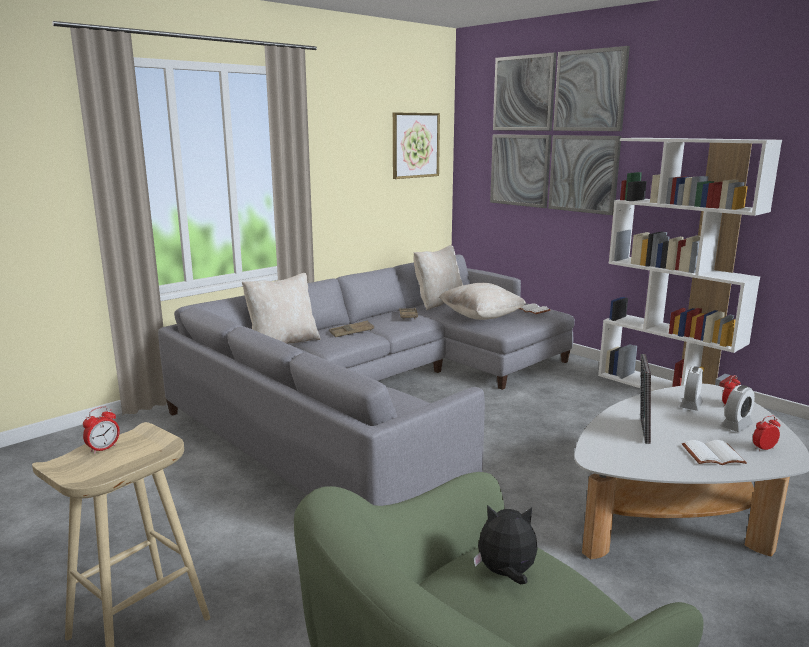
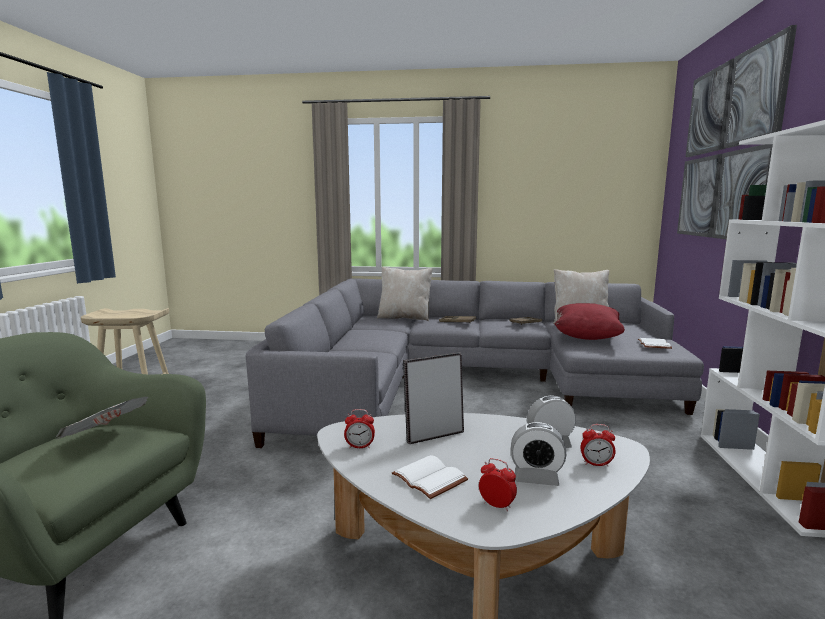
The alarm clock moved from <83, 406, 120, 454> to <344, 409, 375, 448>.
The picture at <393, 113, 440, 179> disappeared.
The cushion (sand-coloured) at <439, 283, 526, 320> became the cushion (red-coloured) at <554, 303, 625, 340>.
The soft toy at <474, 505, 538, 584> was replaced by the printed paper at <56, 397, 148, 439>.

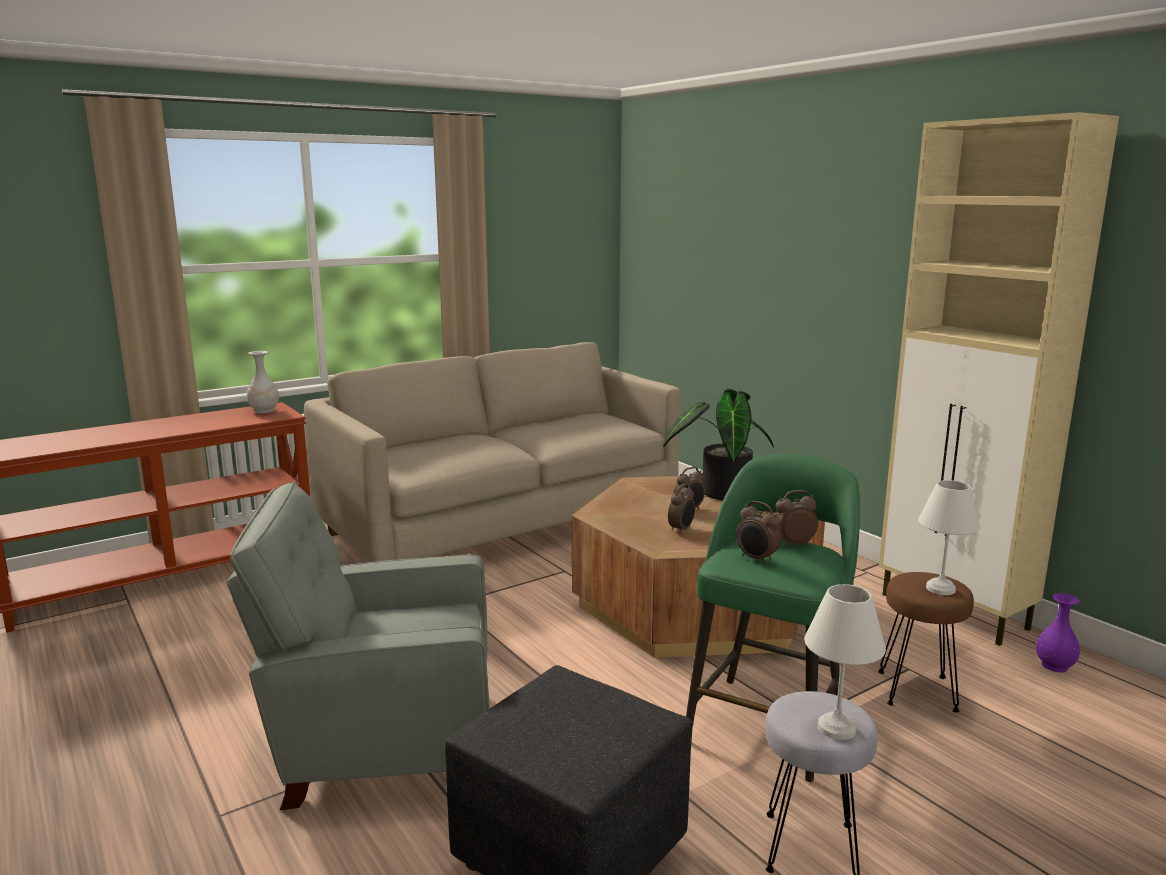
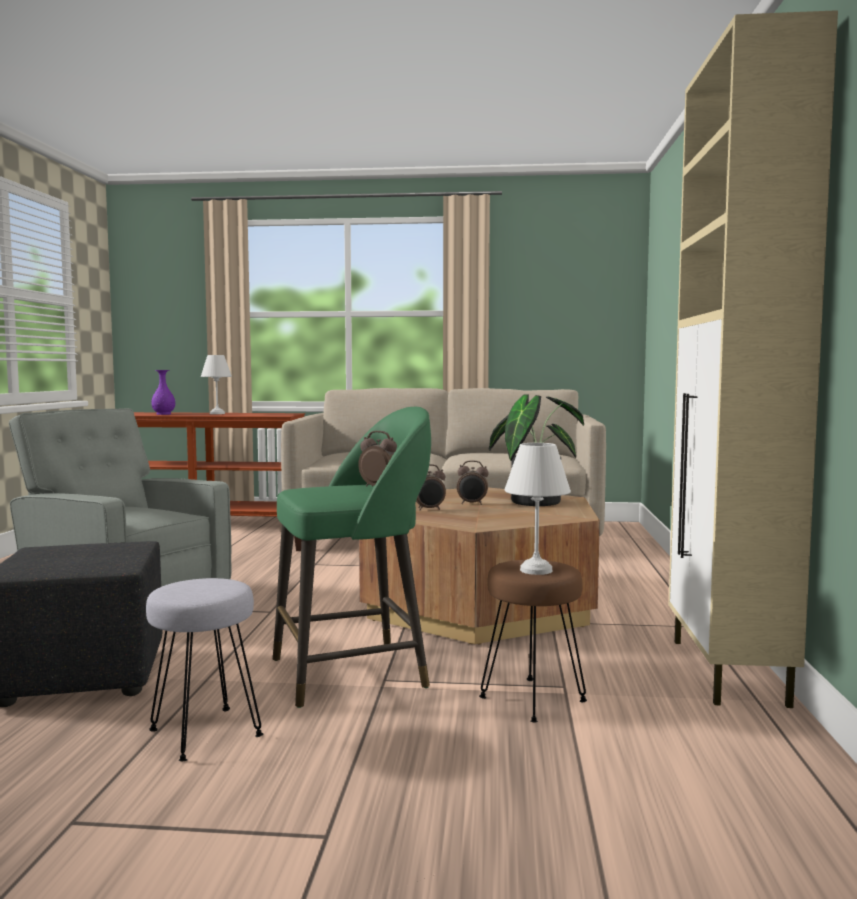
The flower vase (white) at <247, 351, 279, 413> disappeared.
The alarm clock at <736, 501, 781, 564> disappeared.
The table lamp (white) moved from <805, 584, 886, 740> to <201, 355, 232, 414>.
The flower vase (purple-coloured) moved from <1036, 593, 1080, 672> to <151, 370, 175, 415>.

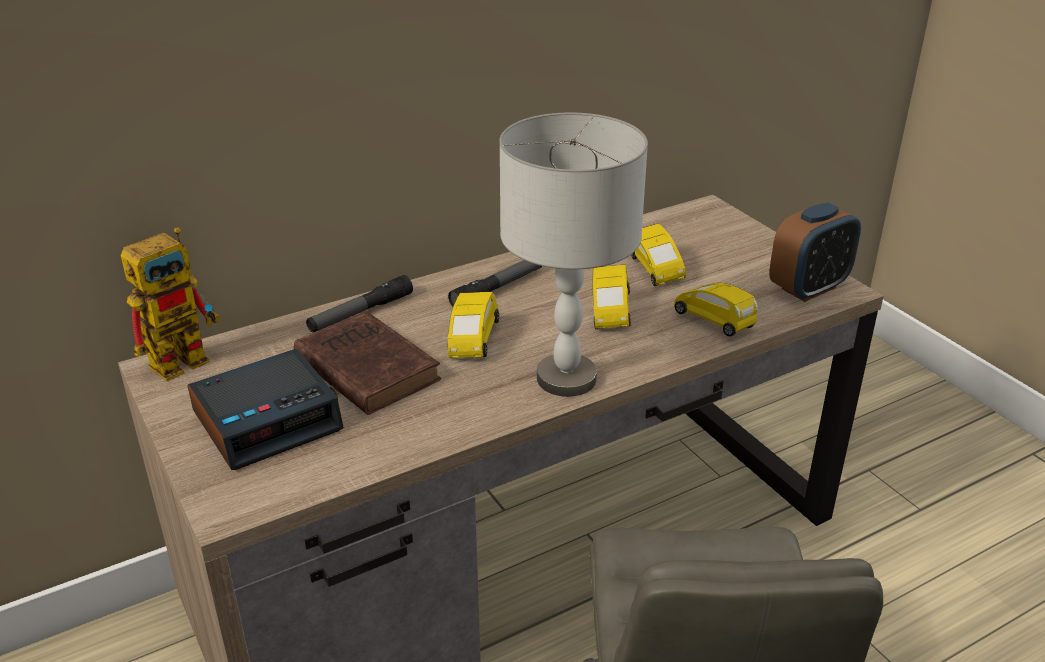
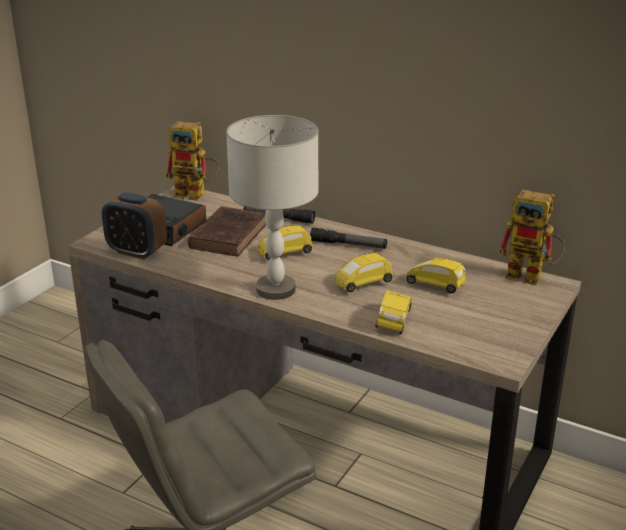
The model car (yellowish) at <631, 223, 686, 286> turned 75 degrees clockwise.
The alarm clock moved from <769, 203, 861, 302> to <102, 193, 167, 260>.
The robot figure at <497, 190, 565, 285> appeared.

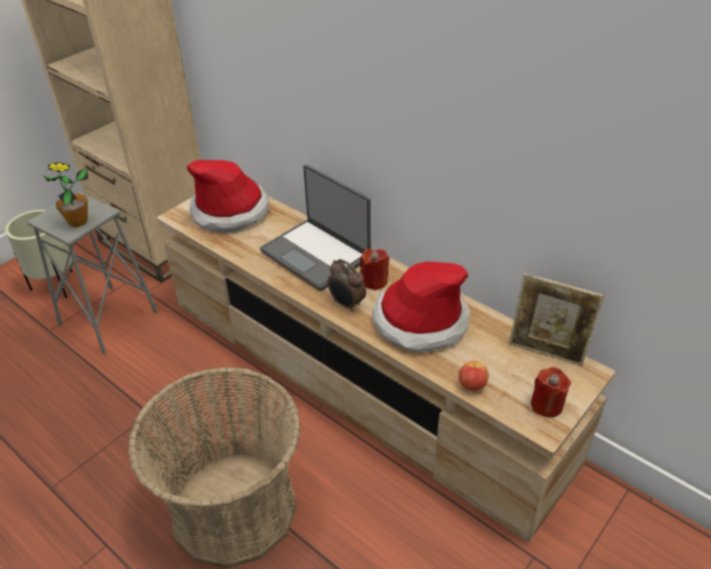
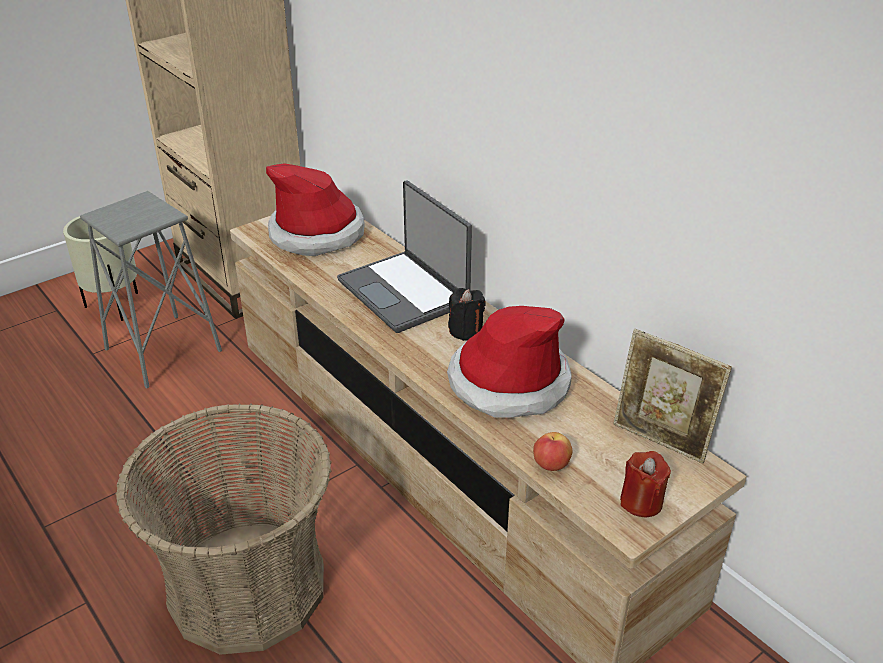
The potted plant at <42, 162, 88, 227> disappeared.
The alarm clock at <327, 259, 366, 312> disappeared.
The wax light (red-coloured) at <360, 249, 389, 290> became the wax light (blackish) at <448, 288, 486, 341>.

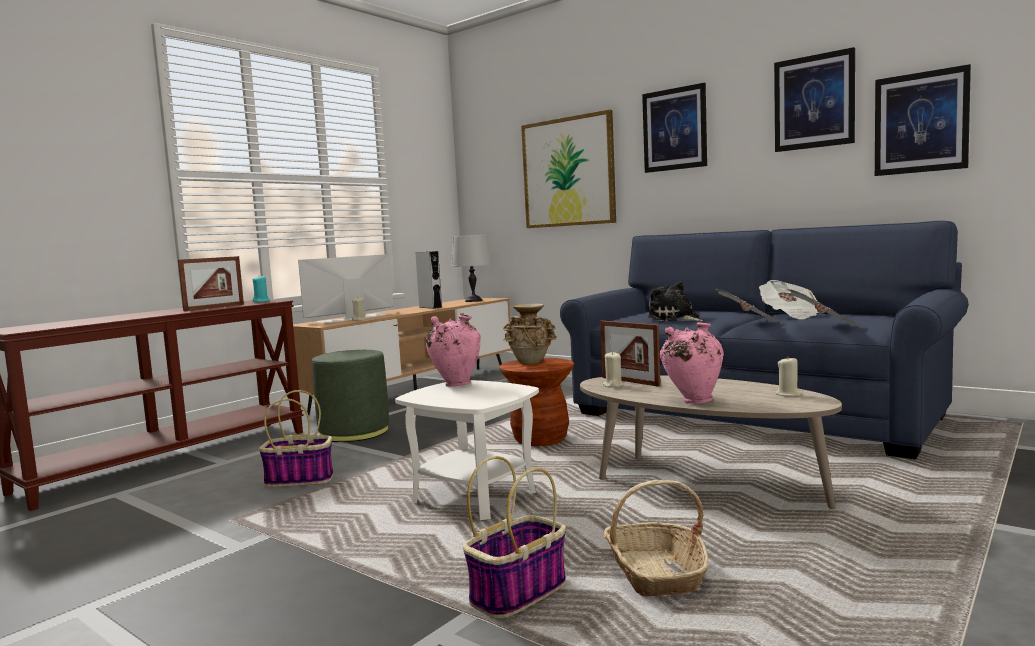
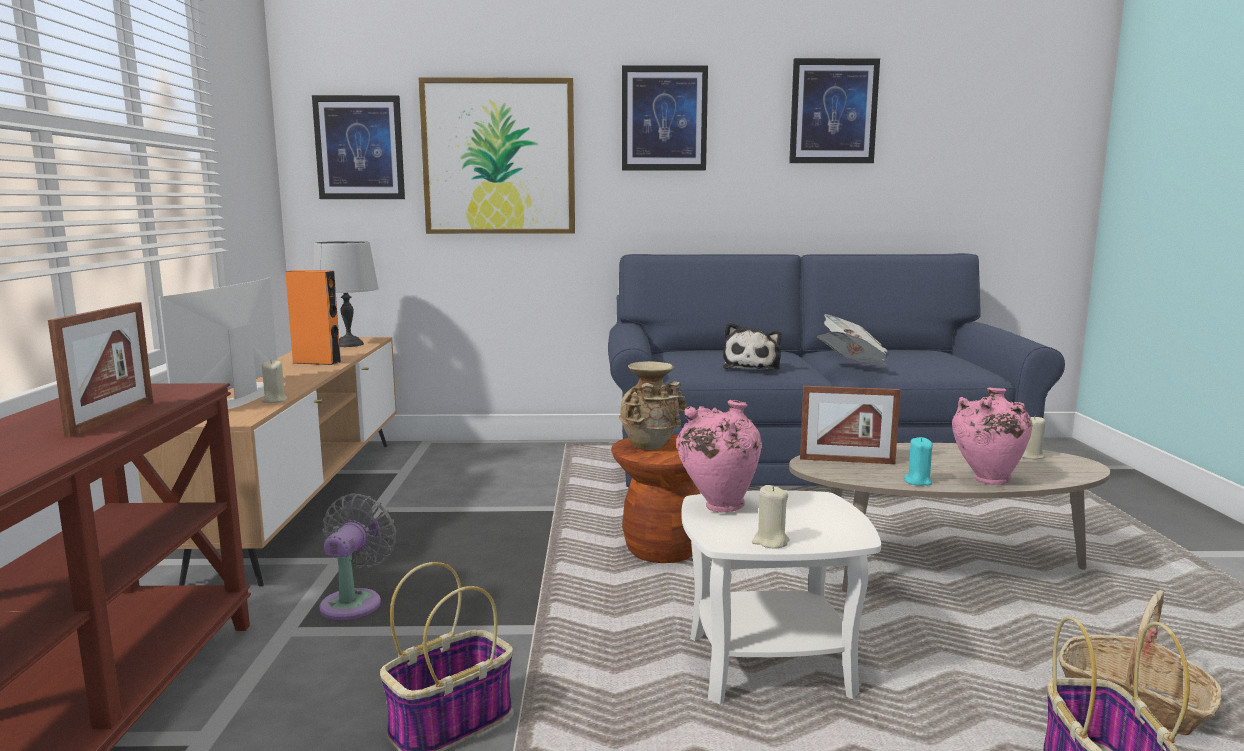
The wax light (turquoise-coloured) moved from <253, 276, 270, 302> to <904, 437, 933, 486>.
The pouffe (green-coloured) at <312, 350, 389, 442> was replaced by the fan (gray) at <319, 493, 397, 620>.
The audio speaker (gray) at <415, 251, 442, 309> became the audio speaker (orangey) at <285, 270, 341, 365>.
The wax light (sand-coloured) moved from <603, 351, 624, 387> to <752, 485, 789, 548>.
The soft toy at <647, 281, 704, 322> turned 90 degrees counterclockwise.
The printed paper at <787, 289, 864, 326> disappeared.
The picture moved from <875, 64, 971, 176> to <312, 95, 405, 199>.

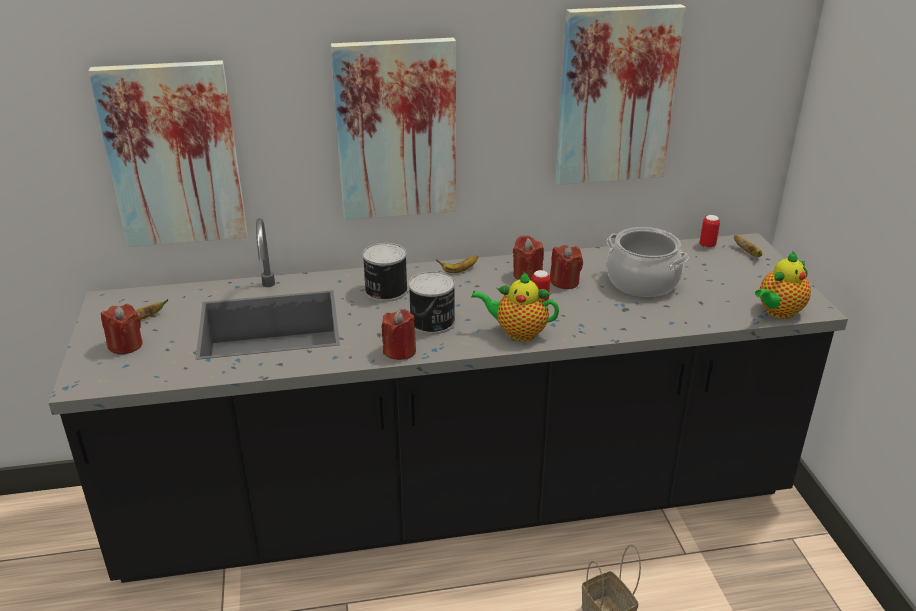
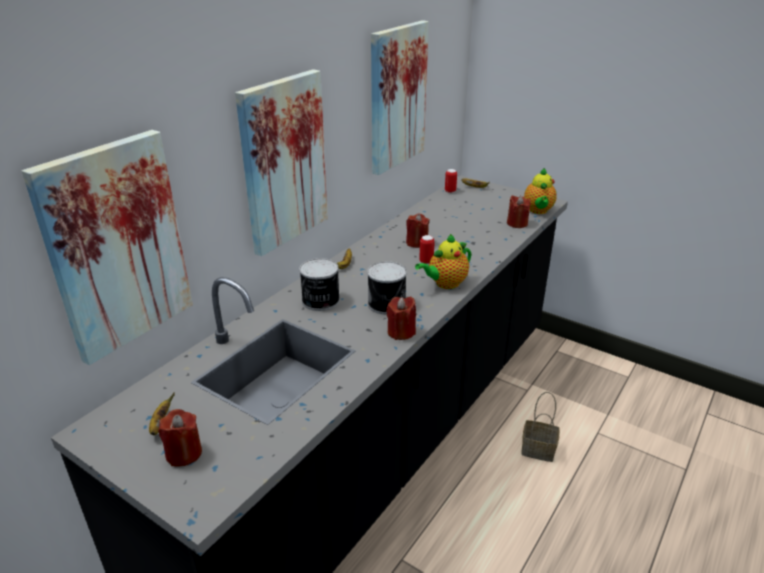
The wax light (red-coloured) moved from <513, 235, 544, 281> to <507, 195, 530, 228>.
The cooking pot at <607, 227, 689, 297> disappeared.

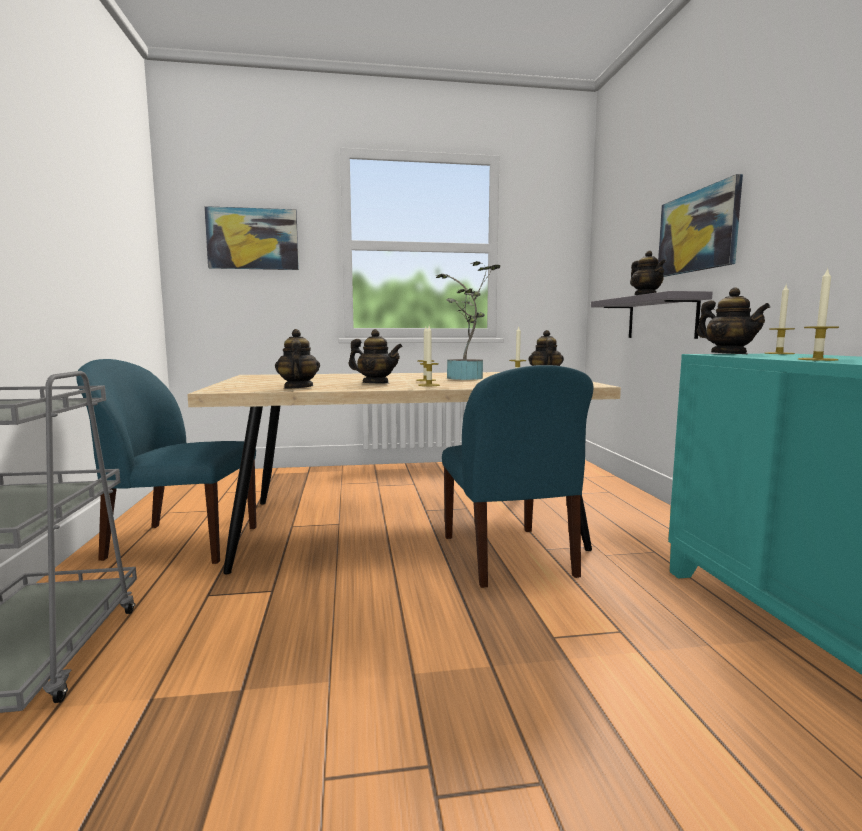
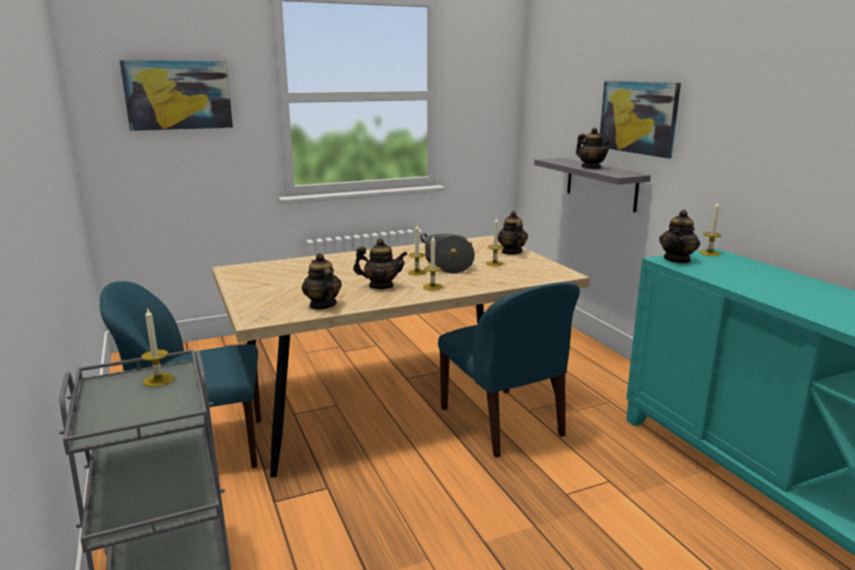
The potted plant at <435, 261, 500, 380> was replaced by the cooking pot at <420, 233, 475, 274>.
The teapot at <697, 287, 770, 354> turned 75 degrees clockwise.
The wax light moved from <798, 269, 839, 361> to <141, 307, 174, 387>.

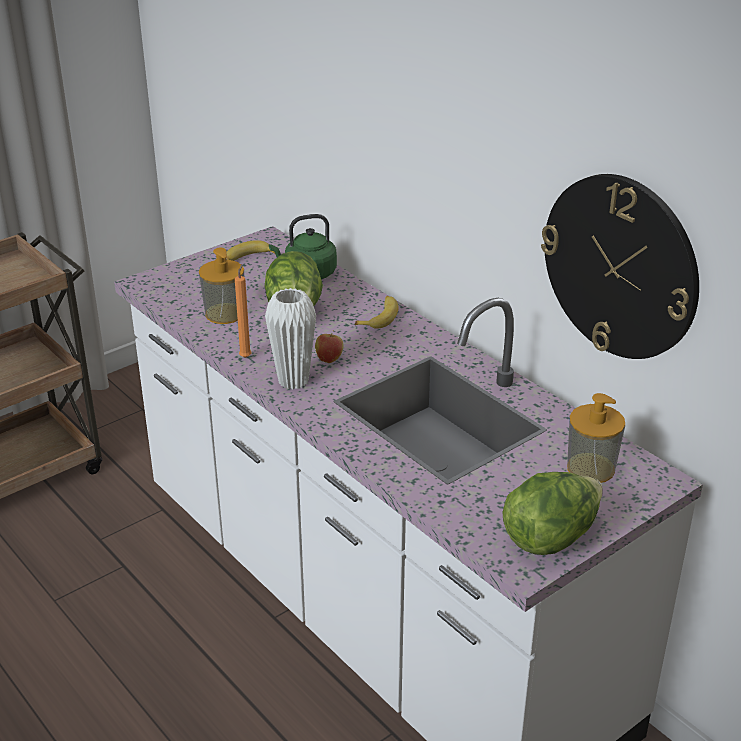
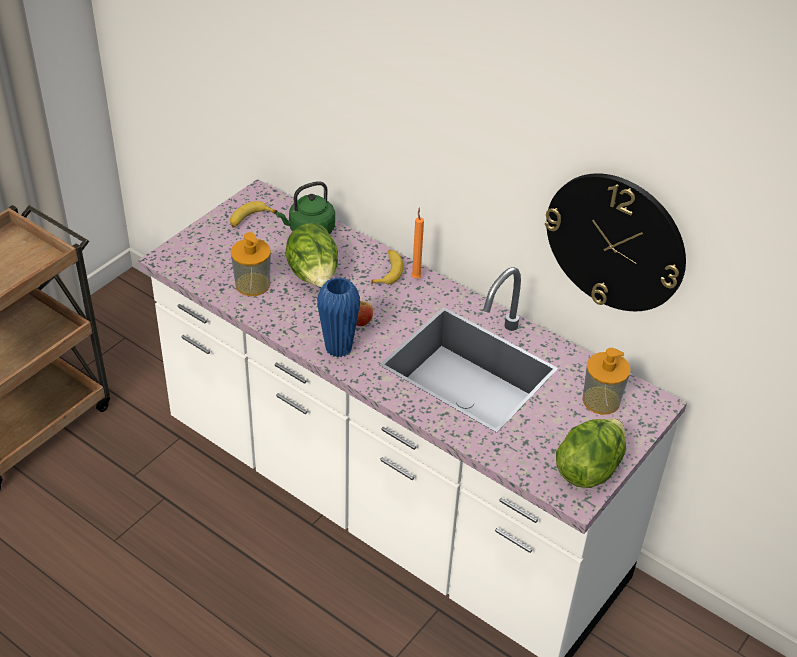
The wax light (orangey) moved from <235, 264, 252, 358> to <411, 207, 424, 278>.
The flower vase (white) at <265, 288, 316, 389> became the flower vase (blue-coloured) at <317, 277, 360, 358>.

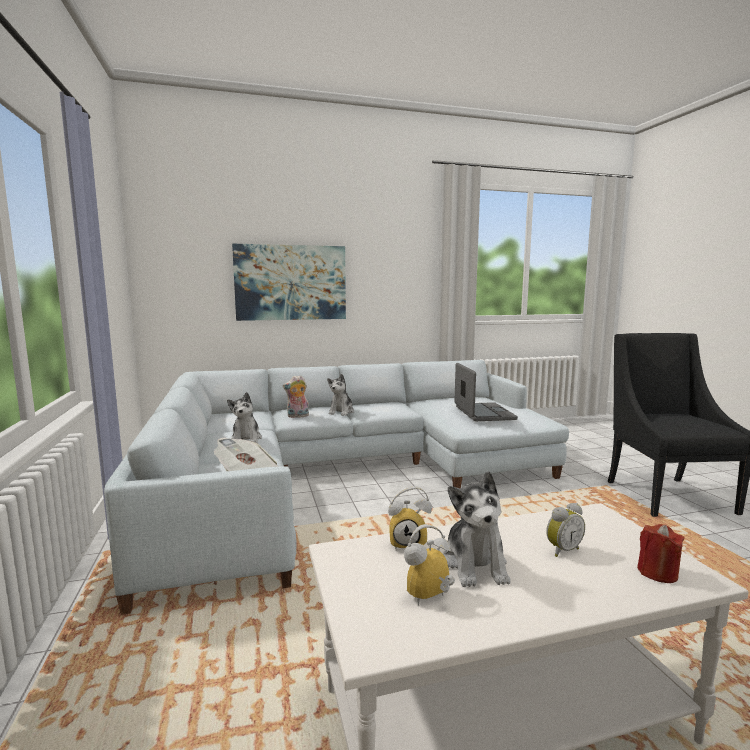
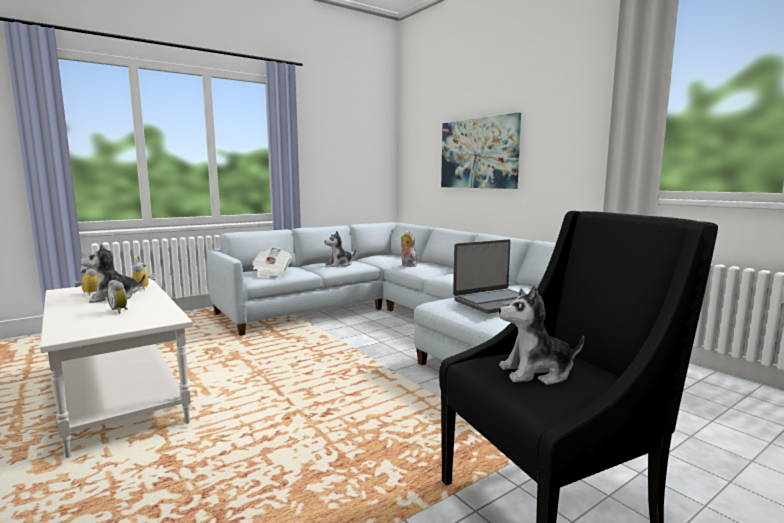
The soft toy moved from <327, 374, 354, 416> to <499, 285, 584, 385>.
The wax light (red-coloured) at <637, 524, 685, 583> disappeared.

